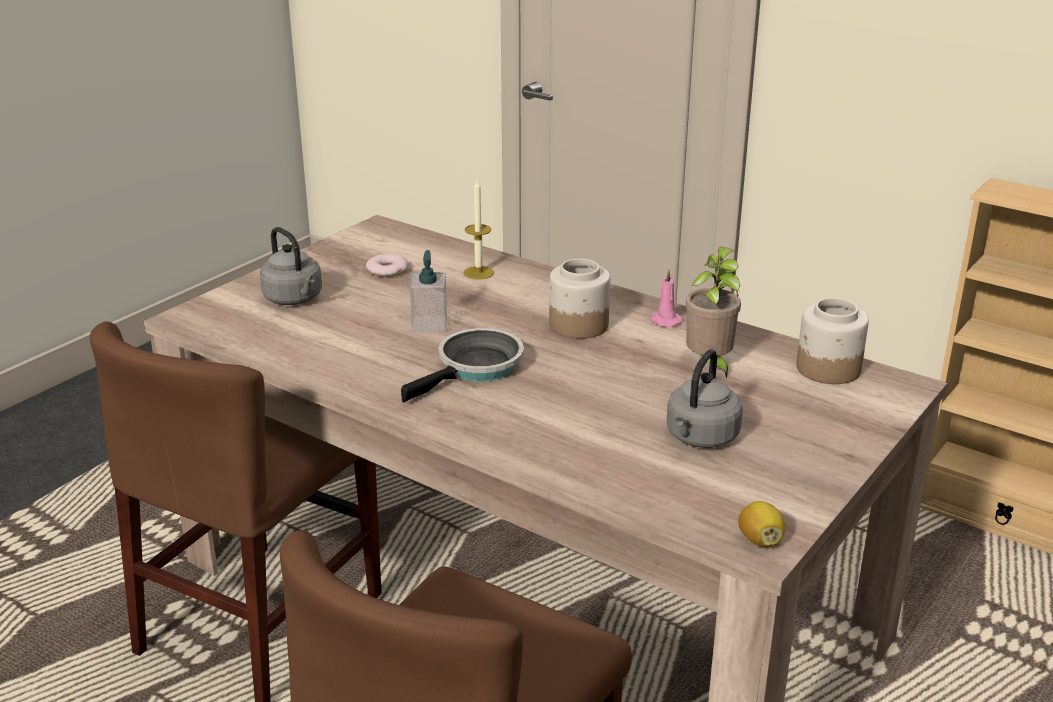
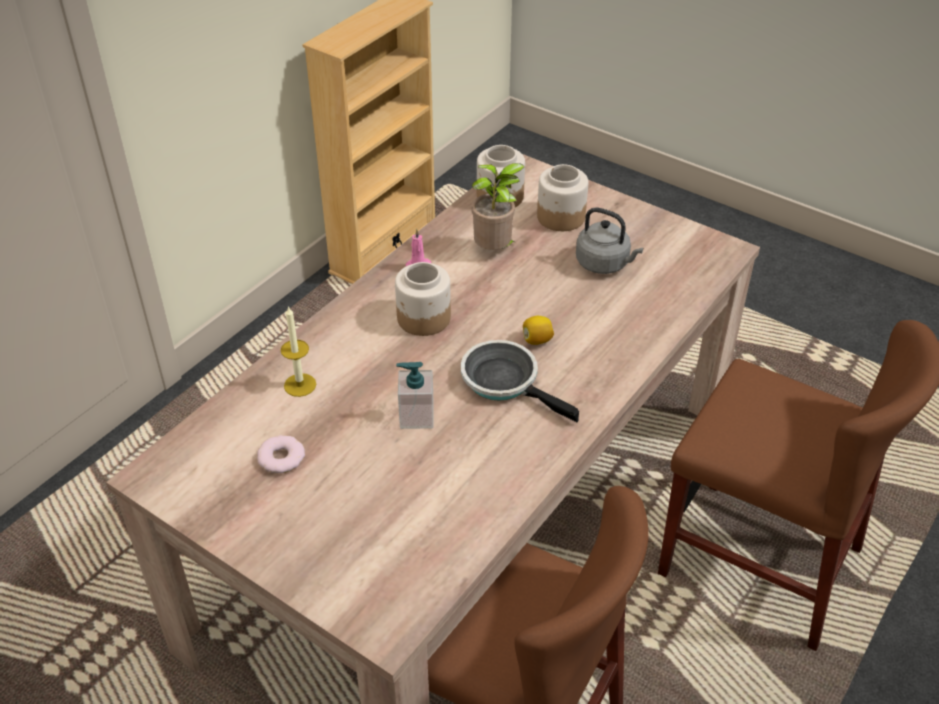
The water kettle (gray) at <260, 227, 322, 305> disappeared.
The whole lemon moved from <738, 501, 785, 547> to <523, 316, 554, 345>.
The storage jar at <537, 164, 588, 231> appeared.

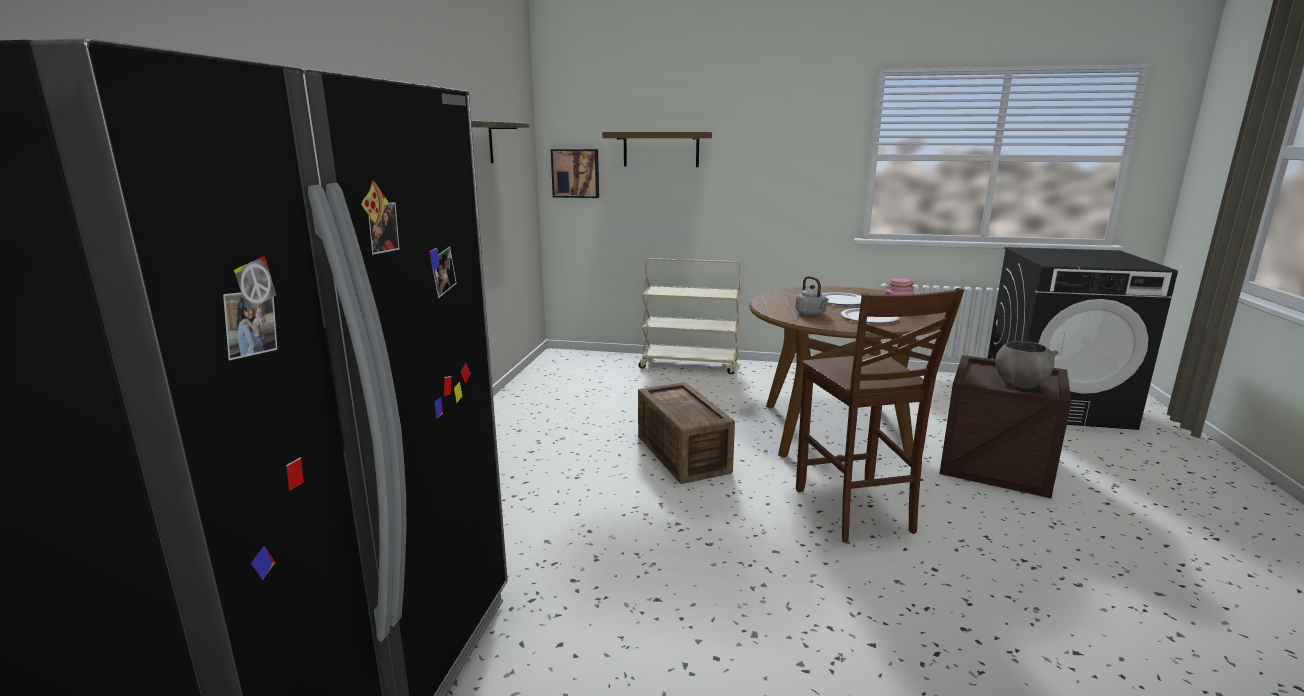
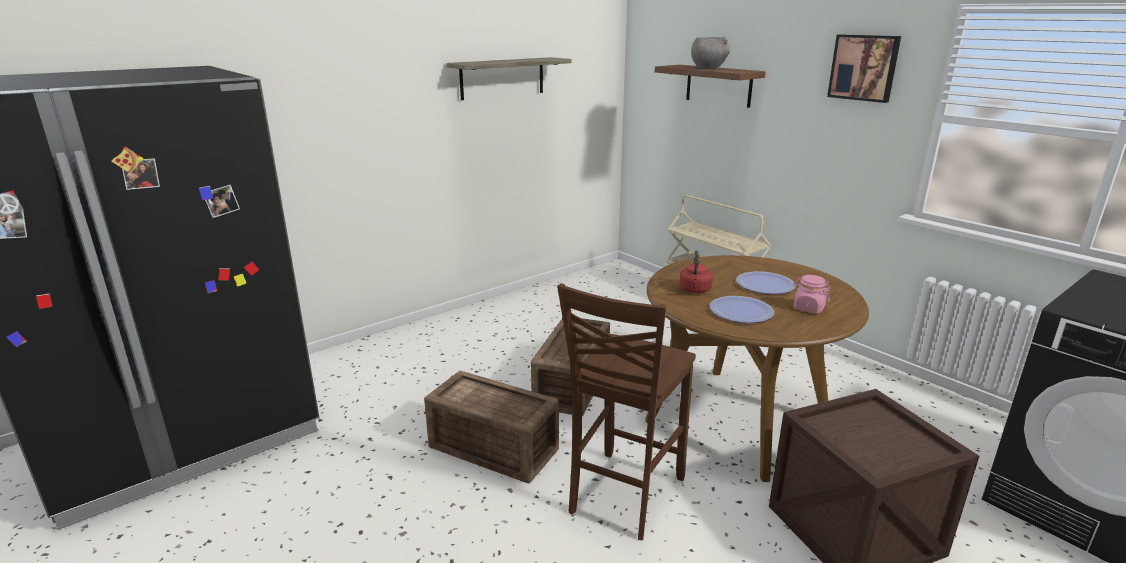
The picture moved from <551, 149, 599, 198> to <827, 34, 901, 103>.
The water kettle (gray) at <796, 276, 828, 315> became the water kettle (red-coloured) at <679, 250, 713, 293>.
The serving bowl (gray) moved from <995, 341, 1059, 388> to <691, 37, 730, 69>.
The crate at <424, 371, 559, 483> appeared.

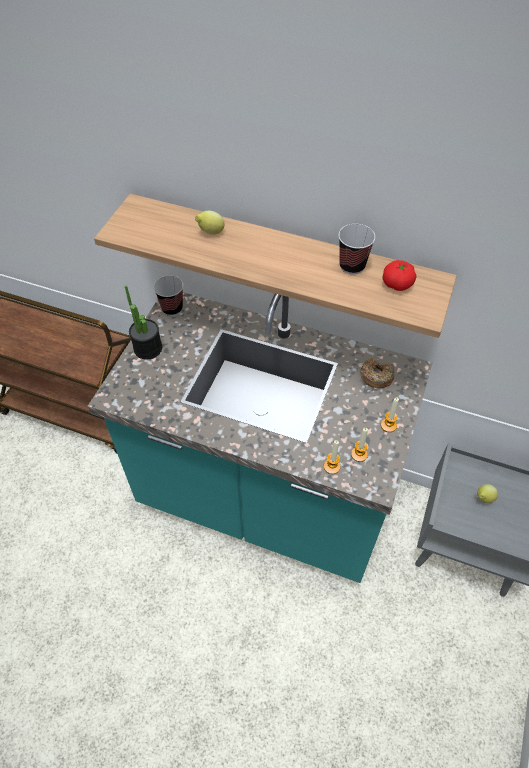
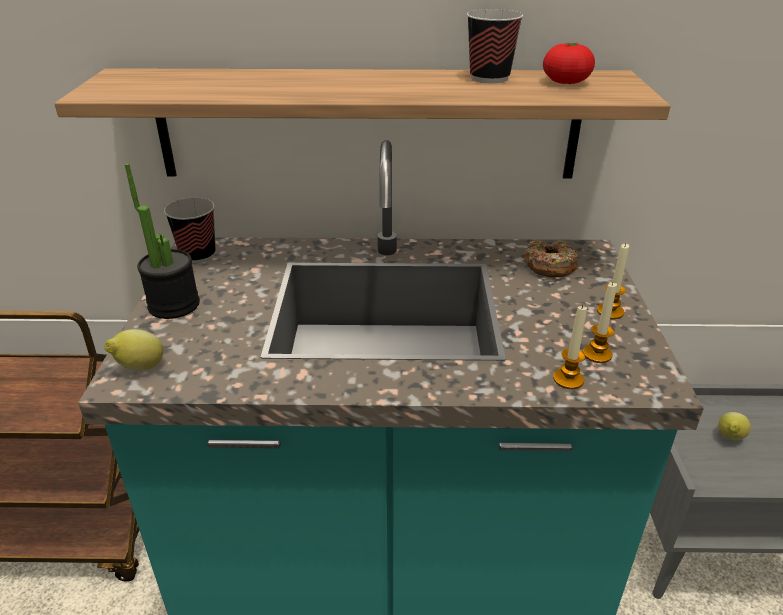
The whole lemon moved from <195, 211, 224, 235> to <104, 329, 163, 370>.

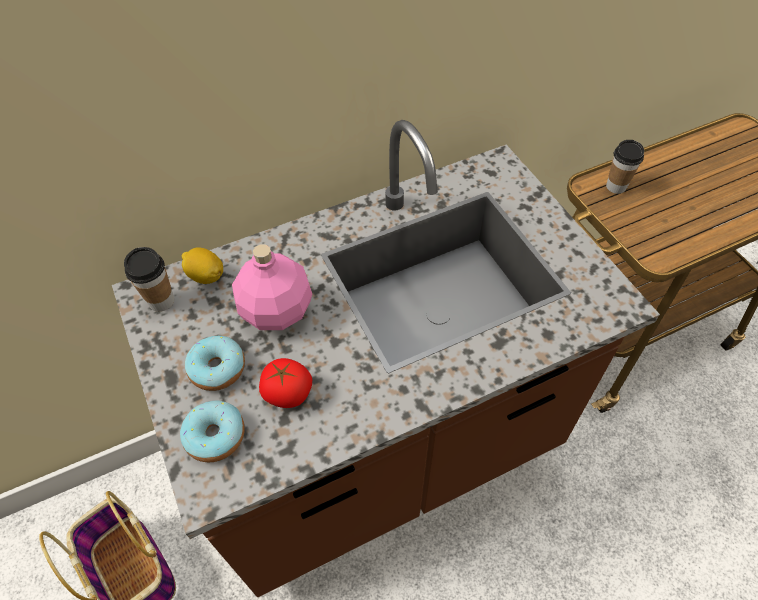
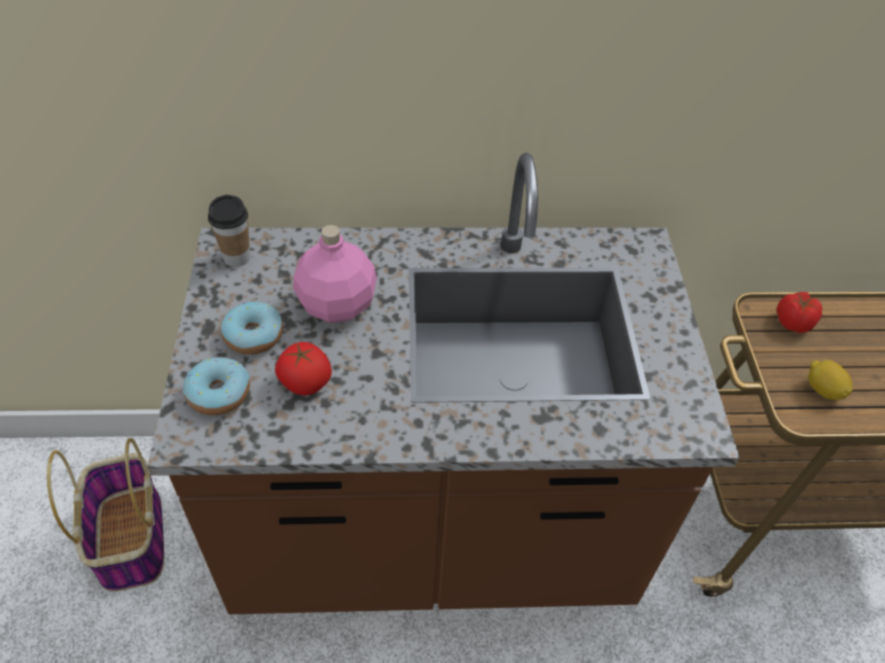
The whole lemon moved from <181, 247, 223, 284> to <808, 360, 853, 400>.
The cup at <606, 140, 644, 194> was replaced by the whole tomato at <777, 292, 822, 333>.

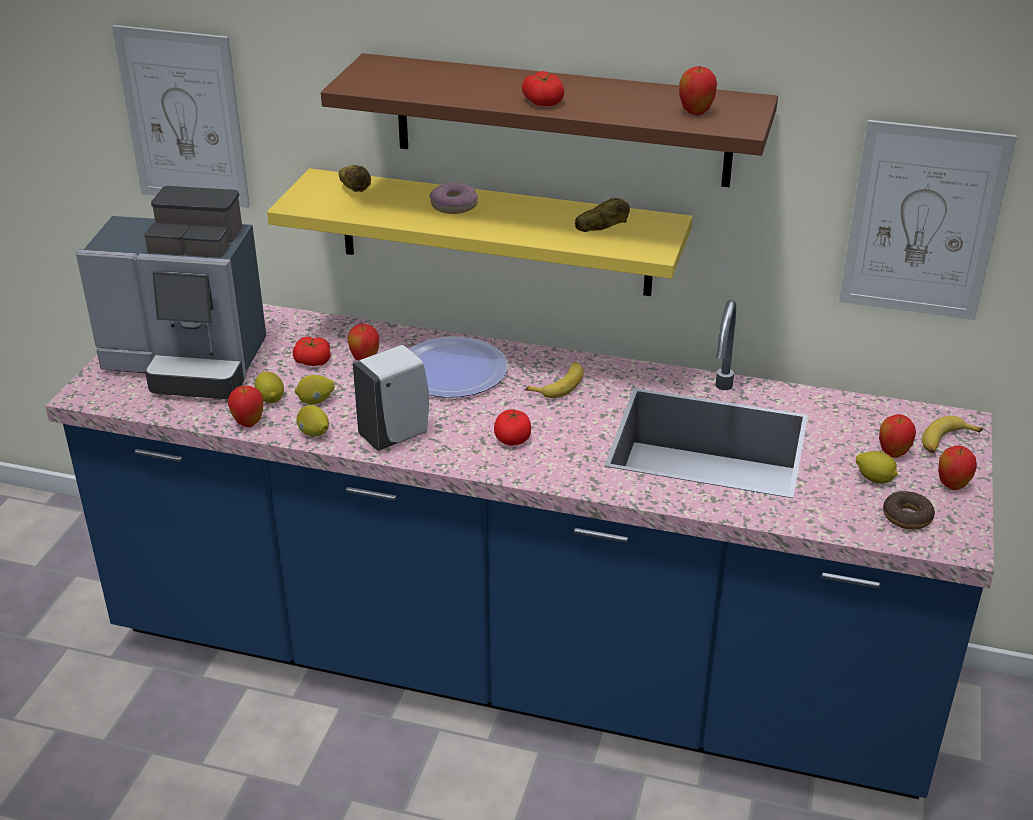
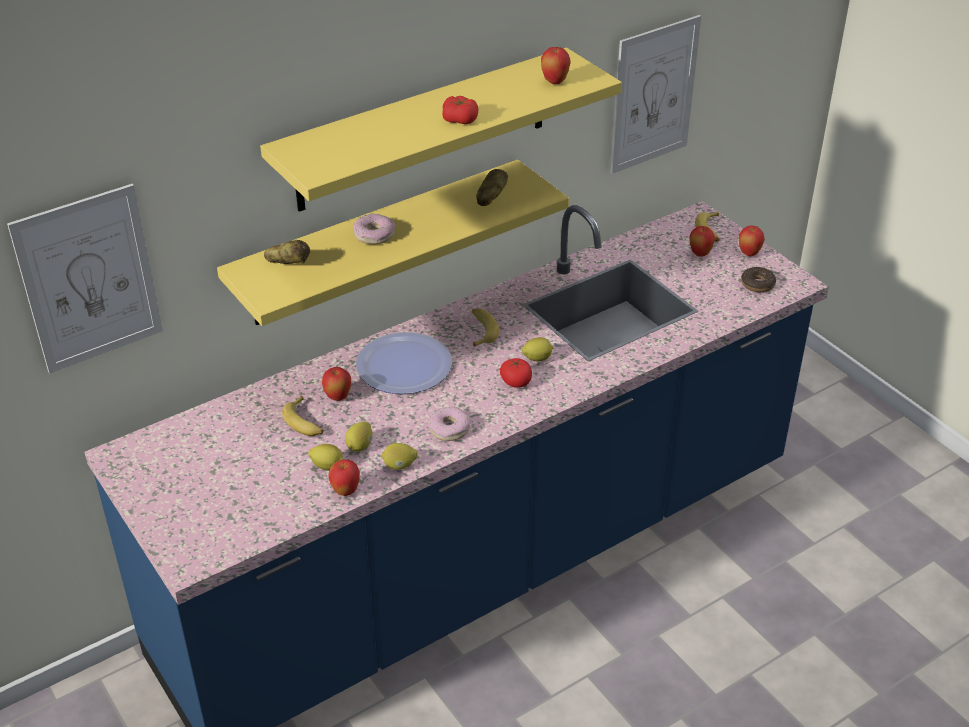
The coffee machine at <76, 186, 266, 399> disappeared.
The whole tomato at <293, 337, 331, 366> was replaced by the banana fruit at <282, 396, 323, 436>.
The bracket shelf (brown) at <321, 53, 778, 187> became the bracket shelf (yellowish) at <260, 48, 622, 212>.
The liquid soap bottle (white) at <353, 345, 429, 451> was replaced by the donut at <429, 407, 471, 441>.
The whole lemon moved from <856, 451, 898, 484> to <521, 337, 554, 362>.

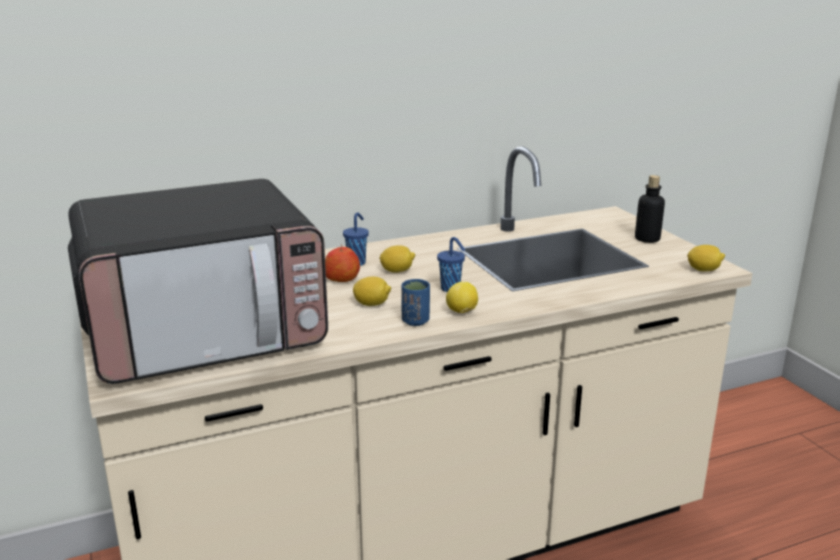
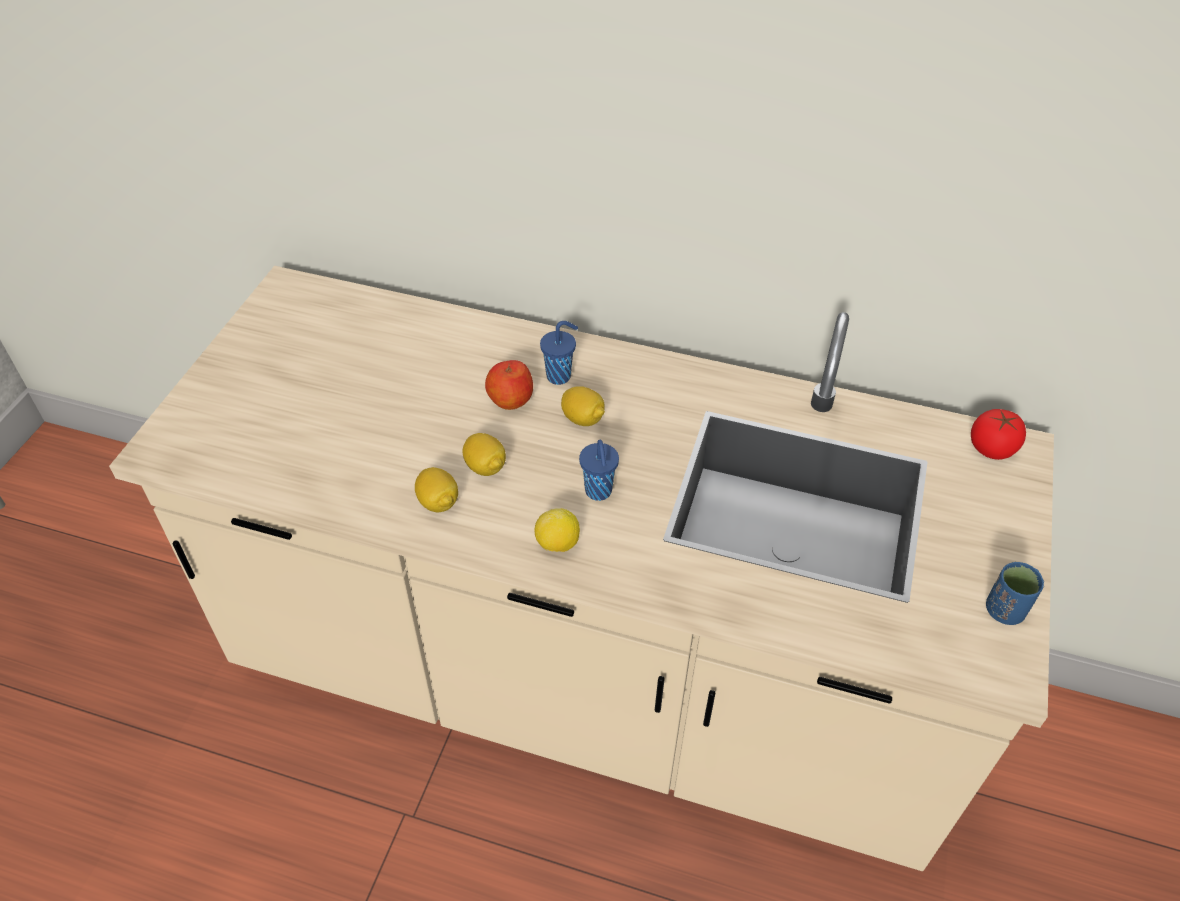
The microwave oven at <68, 179, 328, 384> disappeared.
The cup (blue-coloured) moved from <401, 279, 430, 326> to <986, 562, 1044, 625>.
The beverage bottle at <635, 175, 665, 243> disappeared.
The whole lemon moved from <687, 245, 725, 272> to <415, 467, 458, 512>.
The whole tomato at <971, 409, 1026, 460> appeared.

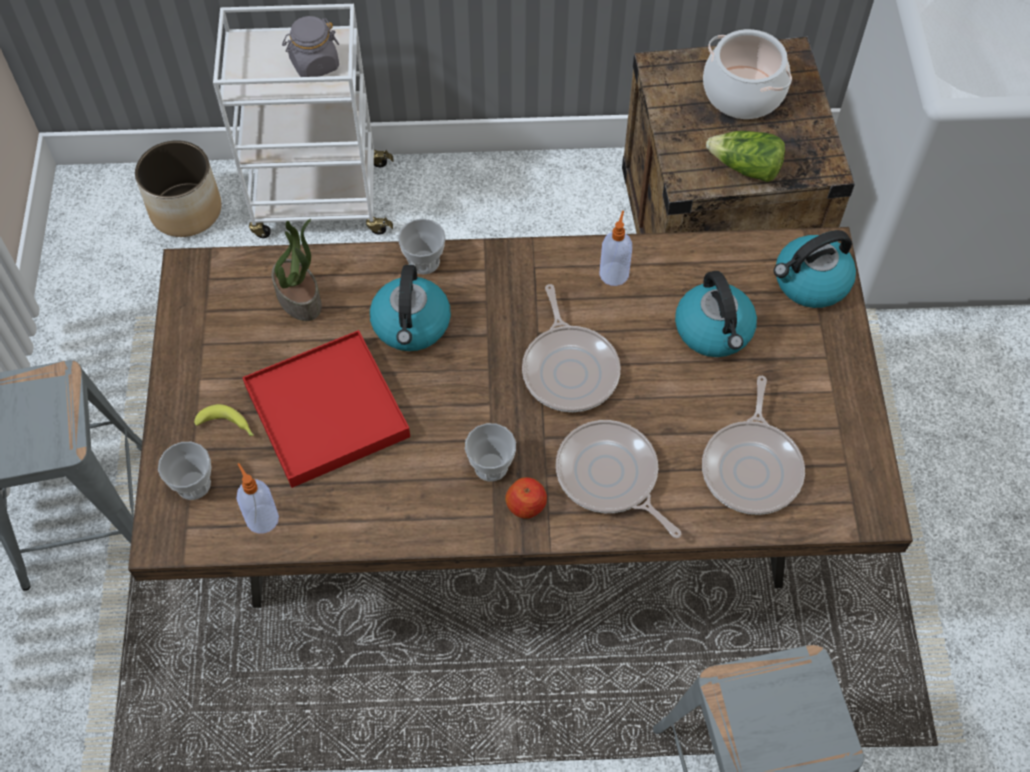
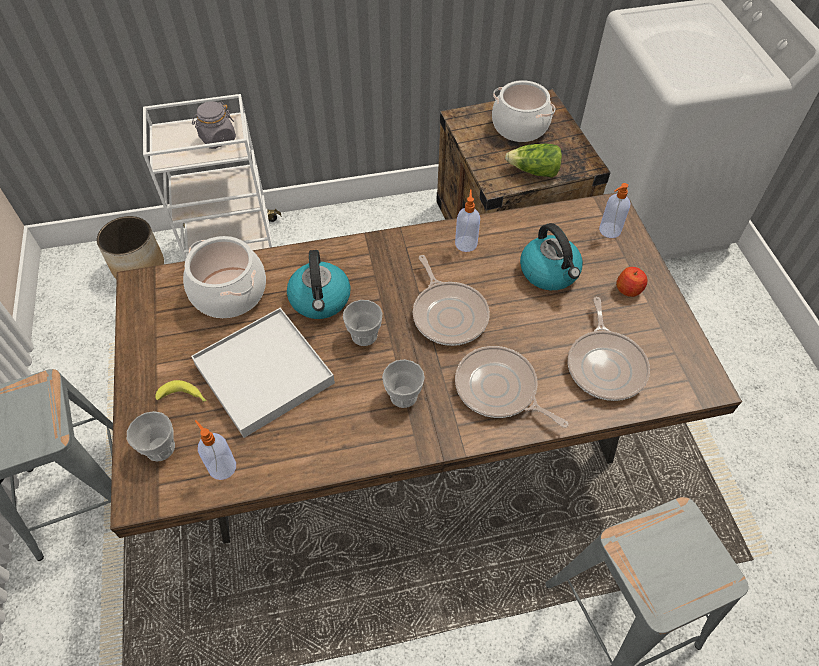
The serving tray (red-coloured) at <242, 330, 410, 488> became the serving tray (white) at <191, 308, 335, 438>.
The potted plant at <272, 219, 322, 321> was replaced by the cooking pot at <183, 236, 266, 318>.
The cup moved from <398, 219, 445, 274> to <343, 300, 383, 346>.
The apple fruit moved from <505, 477, 547, 519> to <616, 267, 648, 297>.
The water kettle at <774, 230, 856, 308> was replaced by the liquid soap bottle at <599, 183, 630, 238>.

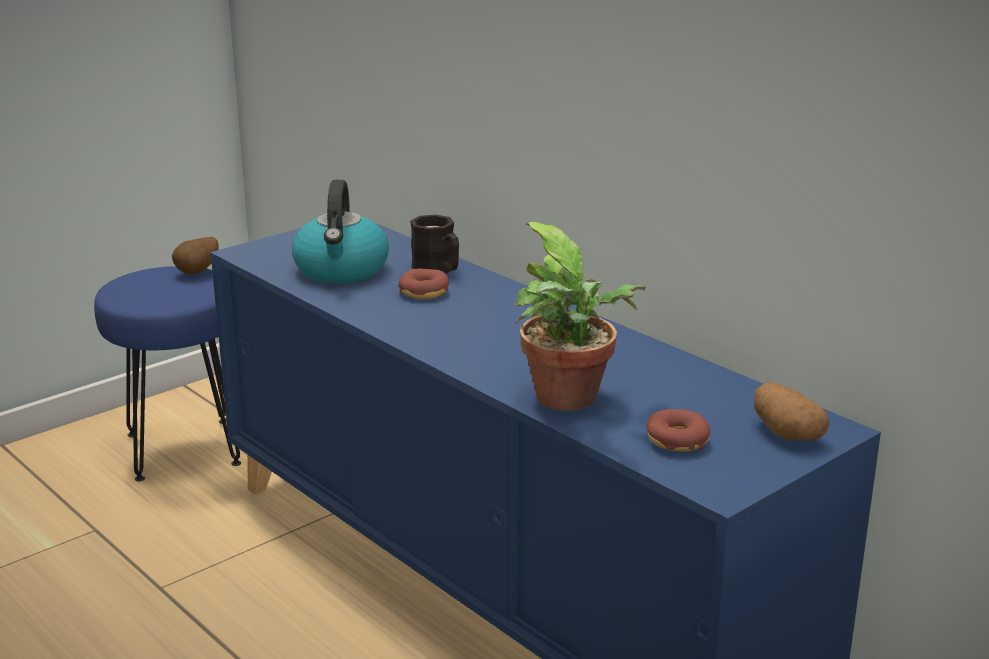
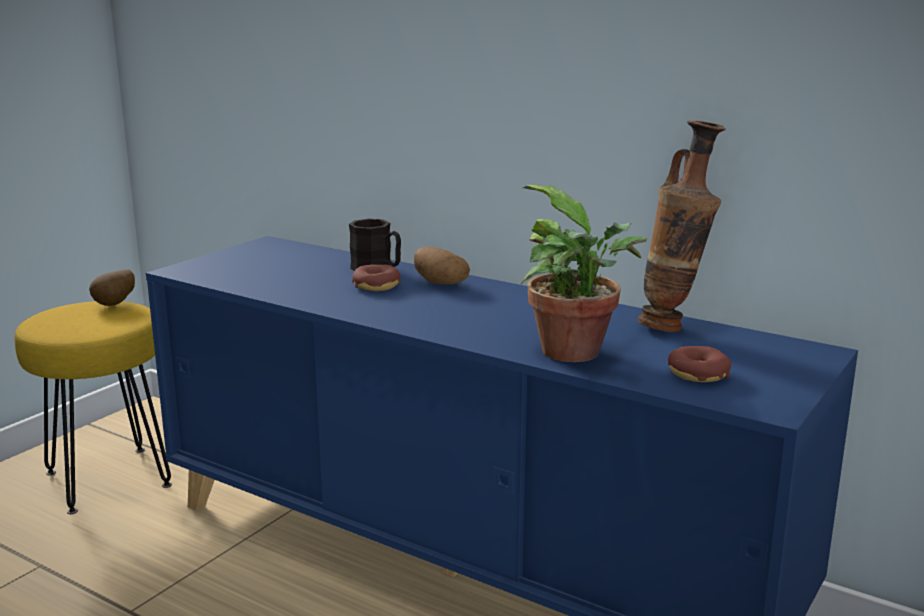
The sitting stool (blue-coloured) at <94, 266, 241, 481> became the sitting stool (yellowish) at <15, 301, 172, 514>.
The water kettle at <292, 180, 389, 283> disappeared.
The whole potato moved from <754, 382, 830, 441> to <414, 247, 470, 284>.
The flower vase at <638, 121, 726, 332> appeared.

